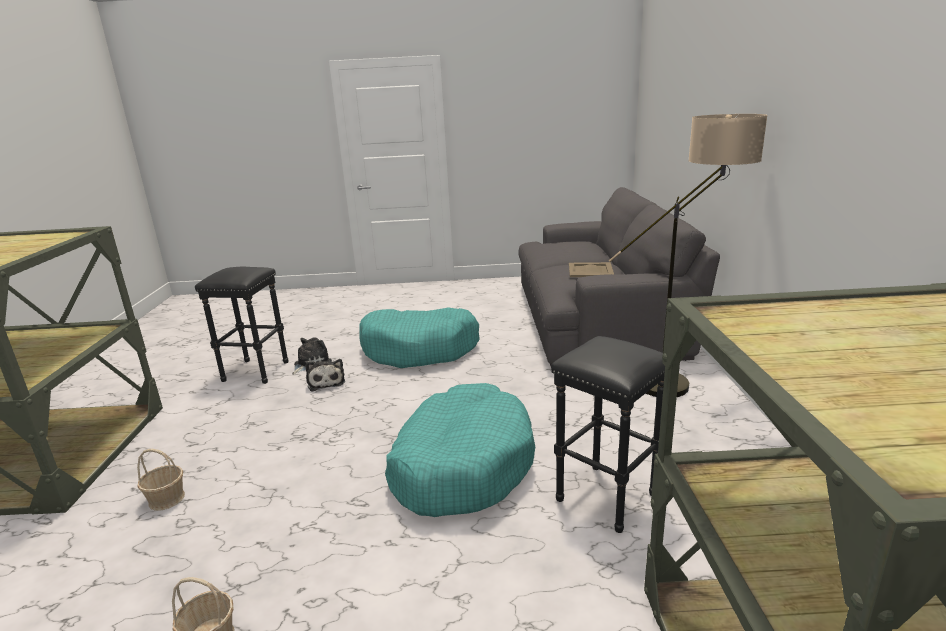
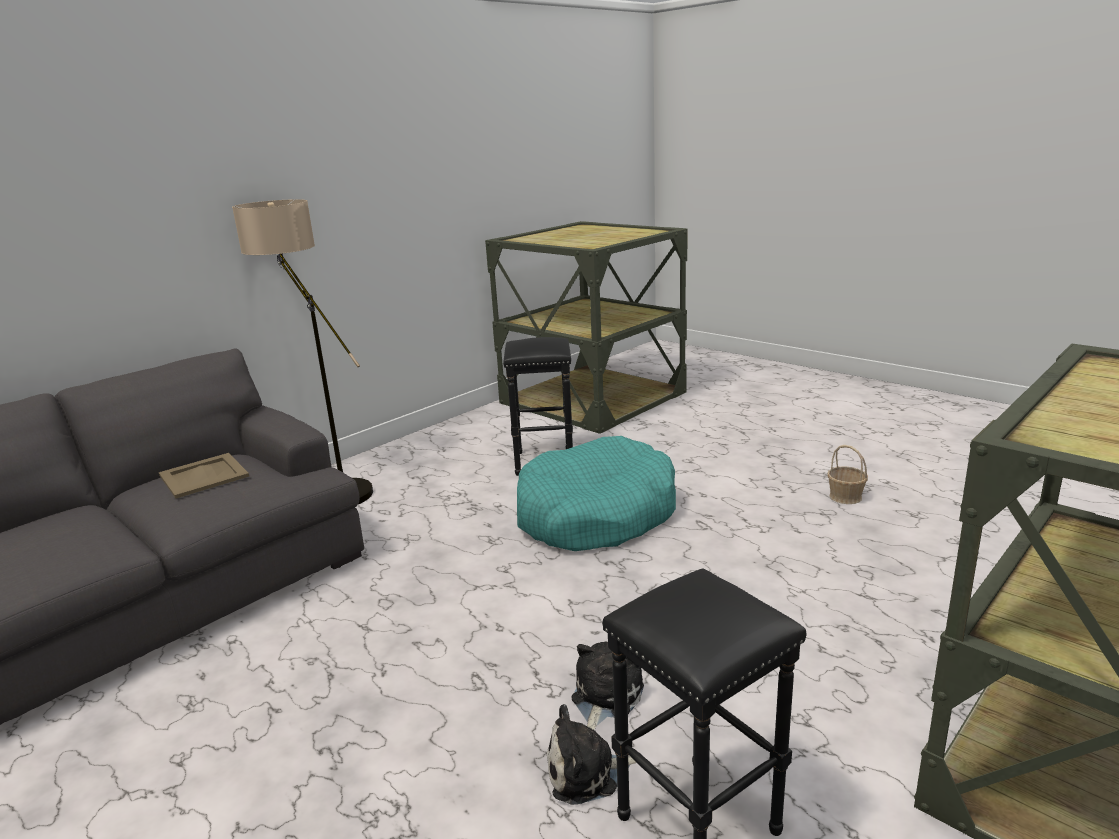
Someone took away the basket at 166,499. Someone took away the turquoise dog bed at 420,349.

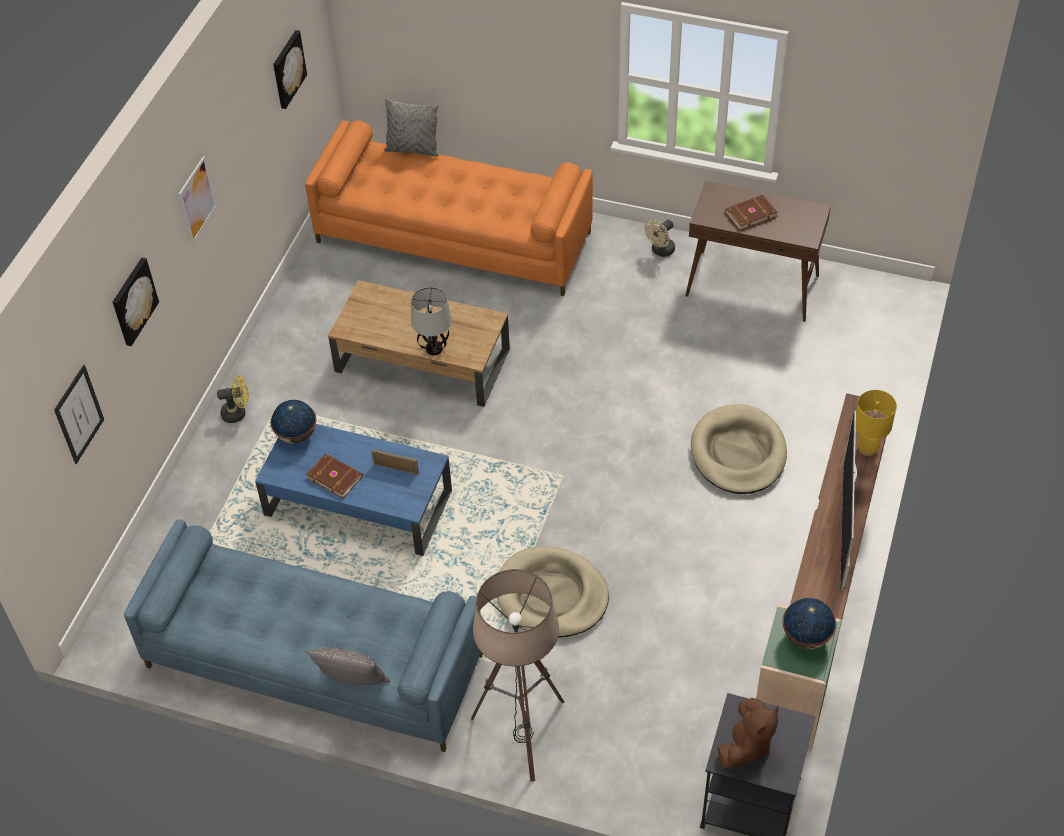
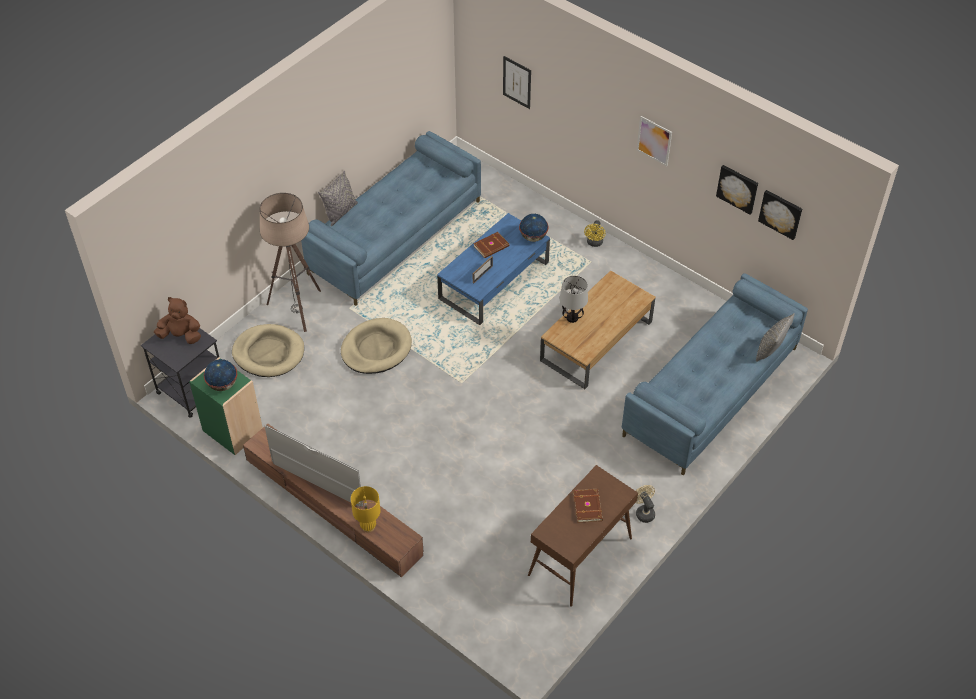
Someone carried the picture from 133,301 to 738,188. Someone repainted the orange sofa at 454,237, which became the blue sofa at 711,392. Someone carried the beige dog bed from 738,453 to 269,353. Someone rotated the brown plush toy at 746,746 by 135 degrees clockwise.

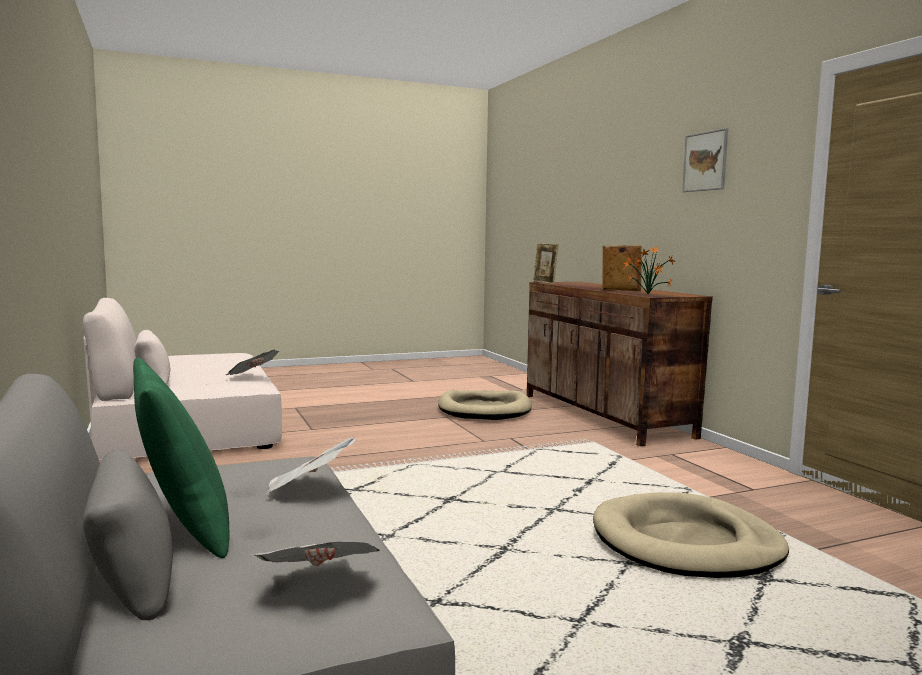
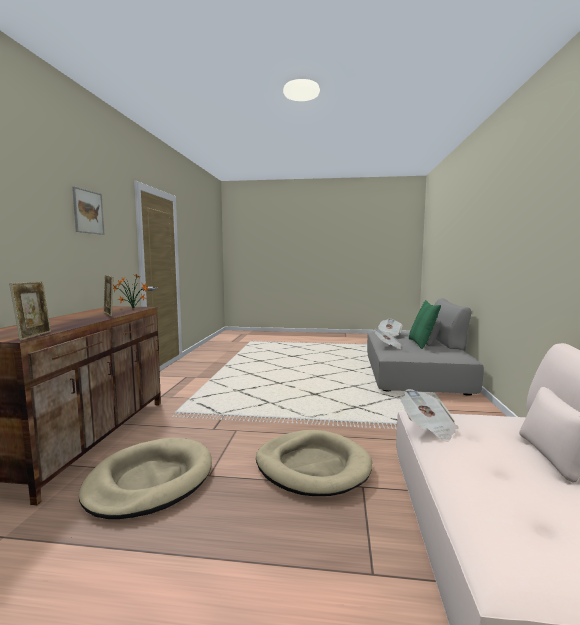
Someone carried the beige dog bed from 686,543 to 312,466.

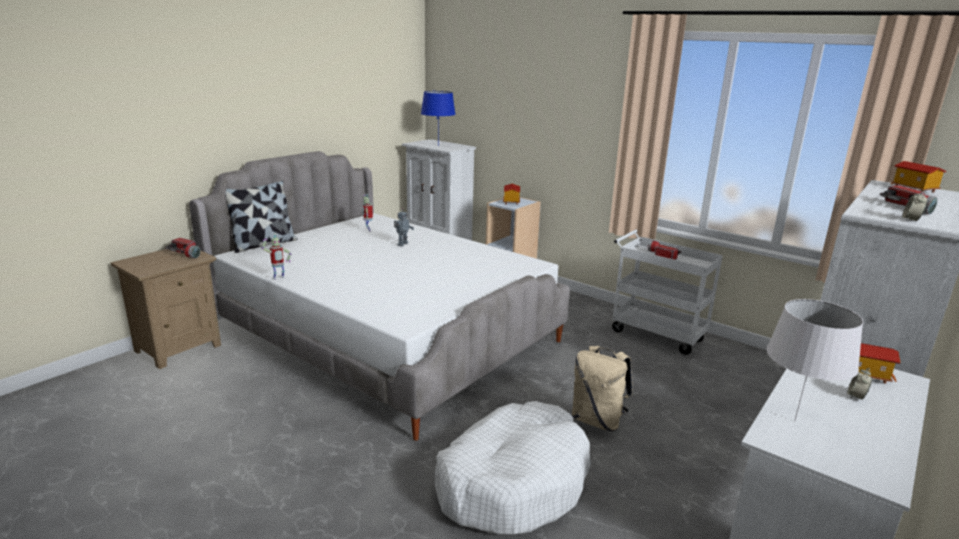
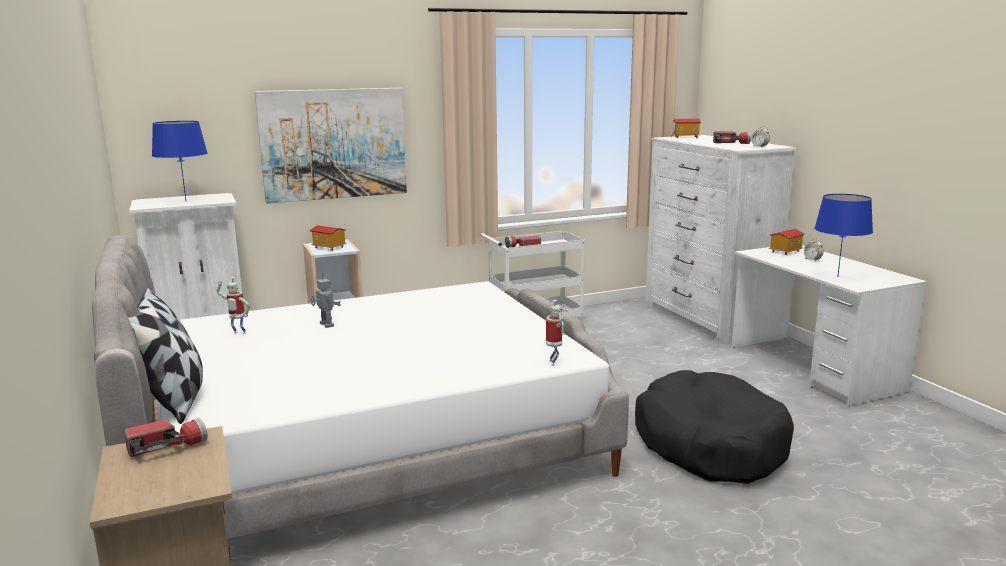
Someone carried the toy robot from 279,279 to 554,363. Someone repainted the white dog bed at 512,481, which became the black dog bed at 710,444. Someone took away the beige backpack at 597,420. Someone repainted the white table lamp at 794,421, which became the blue table lamp at 837,277. Someone put up the picture at 334,144.

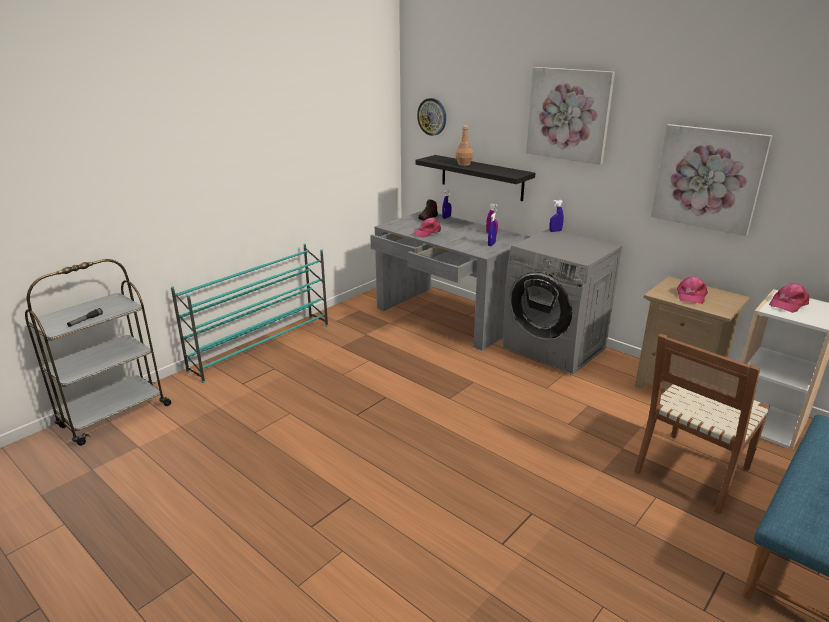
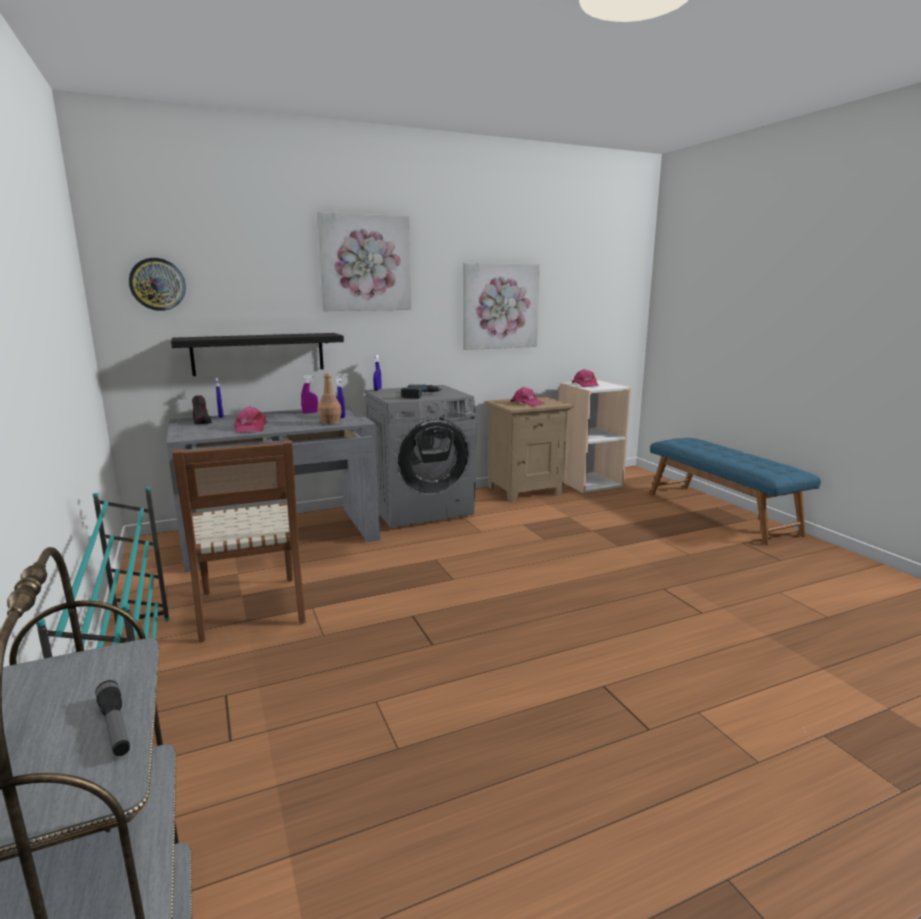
Someone carried the brown bottle from 464,164 to 330,422. Someone carried the chair from 690,474 to 251,611. Someone put down the power drill at 420,395.

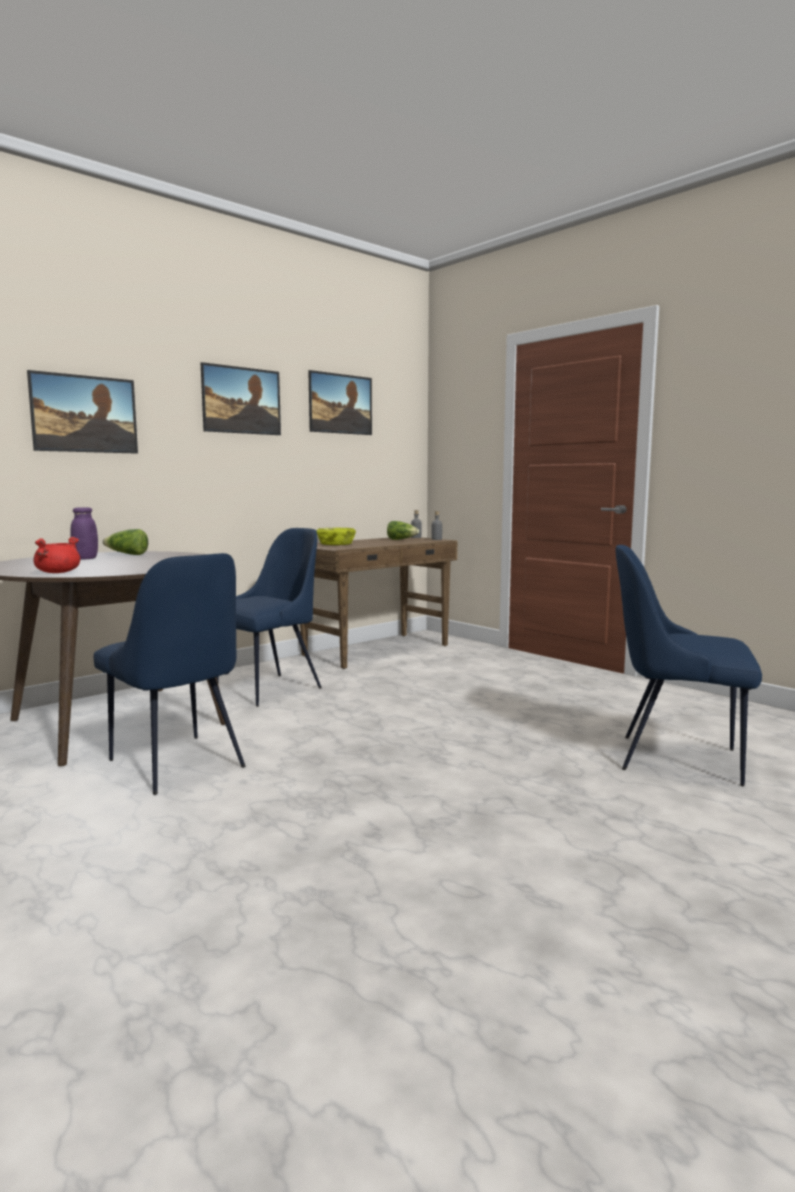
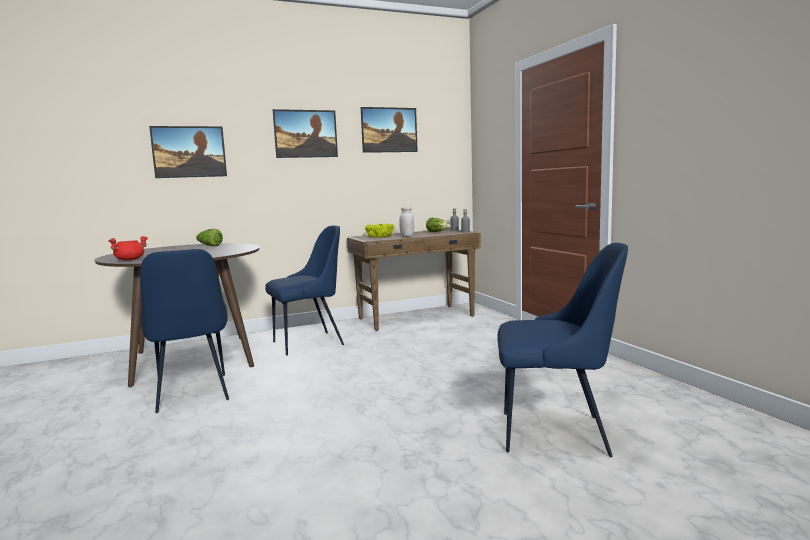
Someone took away the purple jar at 85,558. Someone rotated the blue chair at 678,759 by 150 degrees clockwise. Someone put down the white jar at 407,236.

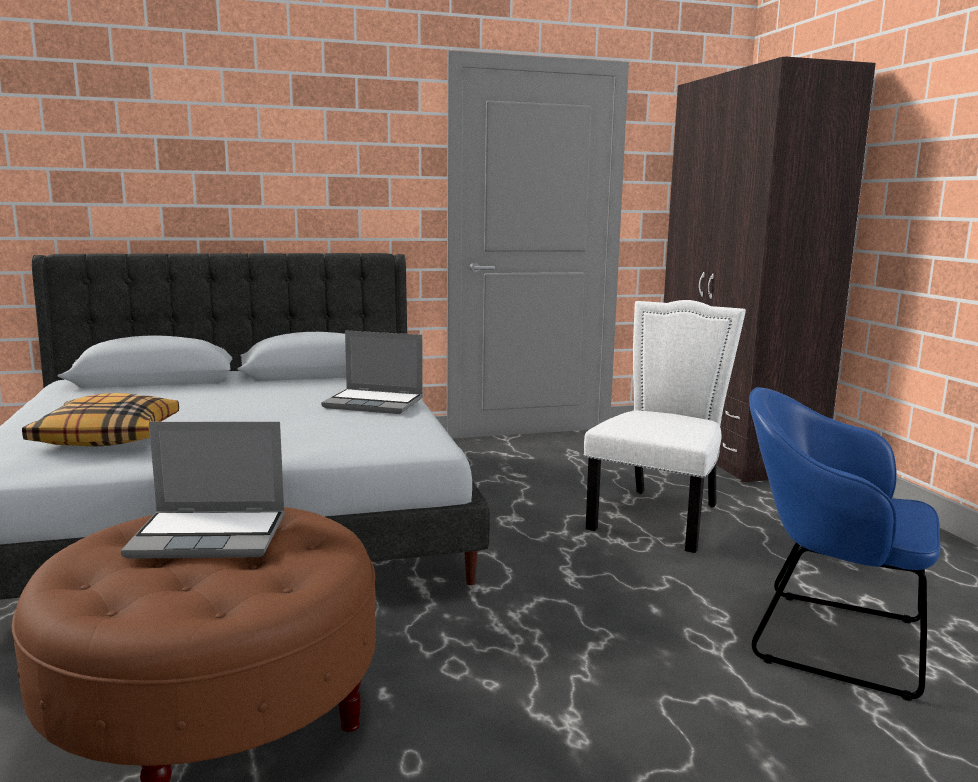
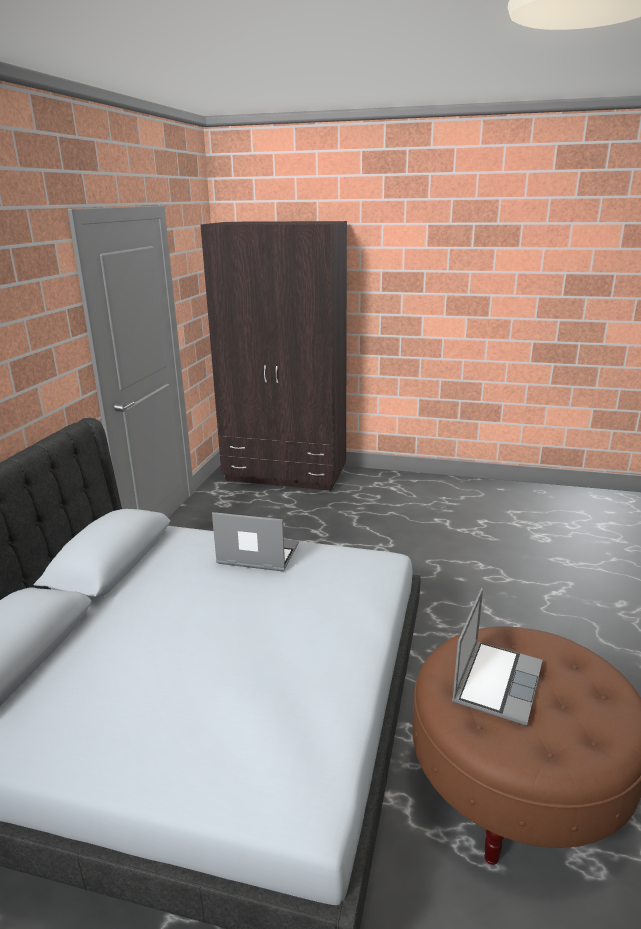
Someone took away the pillow at 108,436. Someone rotated the laptop at 375,403 by 120 degrees counterclockwise. Someone took away the white chair at 657,519. Someone took away the blue armchair at 827,637.

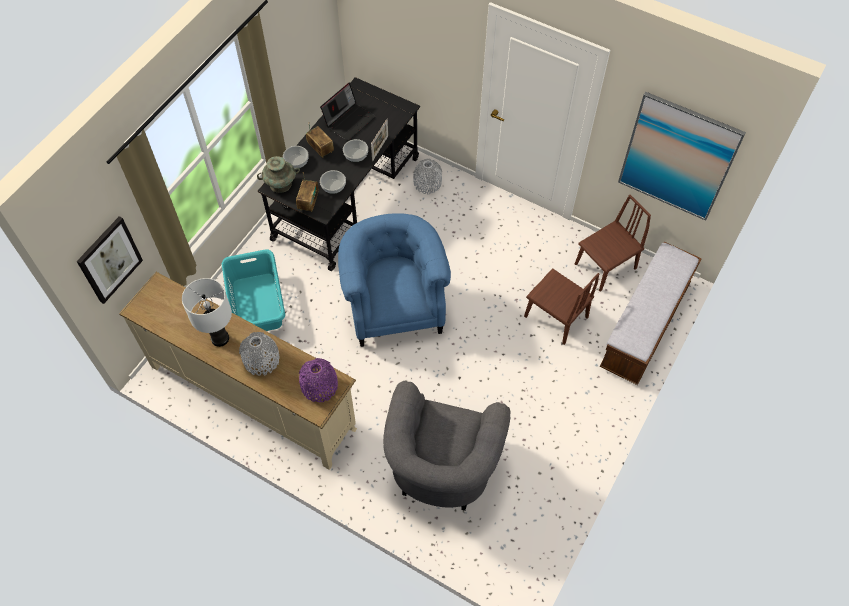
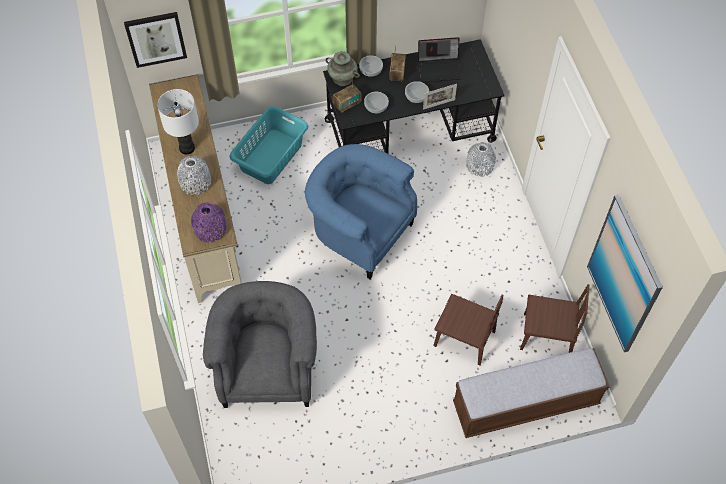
Someone rotated the blue armchair at 394,304 by 90 degrees counterclockwise. Someone rotated the grey armchair at 442,467 by 120 degrees clockwise. Someone rotated the brown chair at 556,317 by 60 degrees counterclockwise.

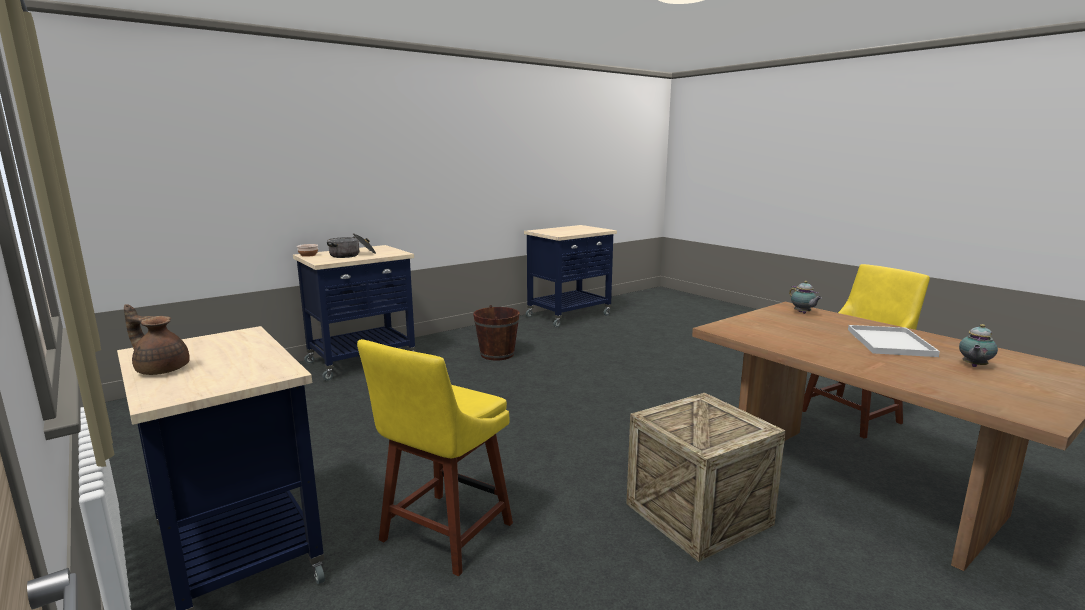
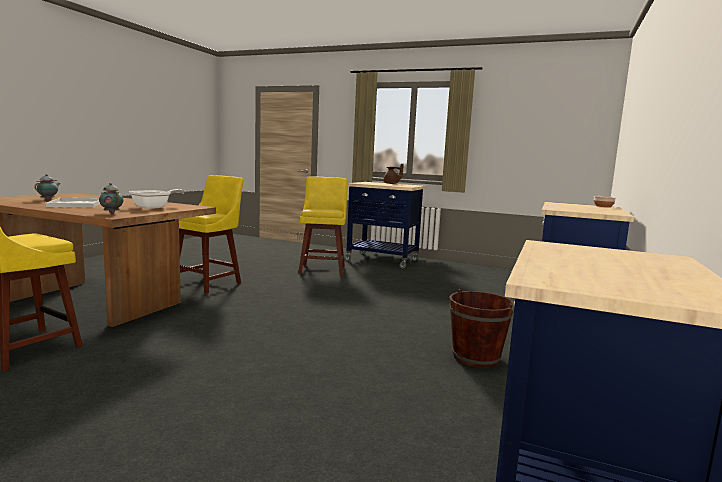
Someone took away the cooking pot at 352,255. Someone swapped the crate at 698,514 for the yellow chair at 209,283. Someone put down the frying pan at 154,207.

